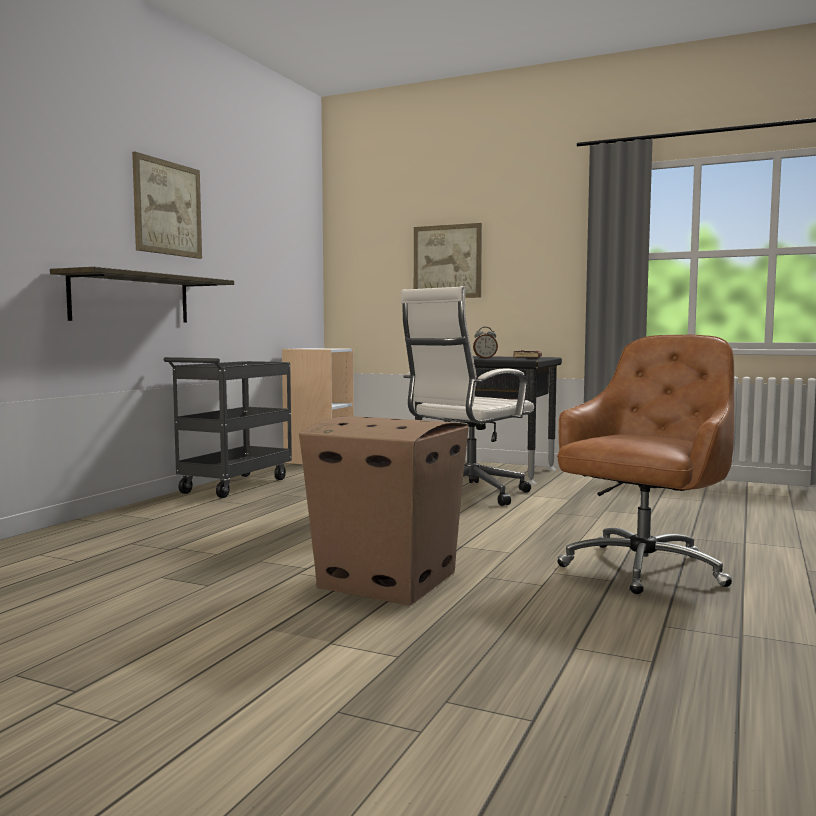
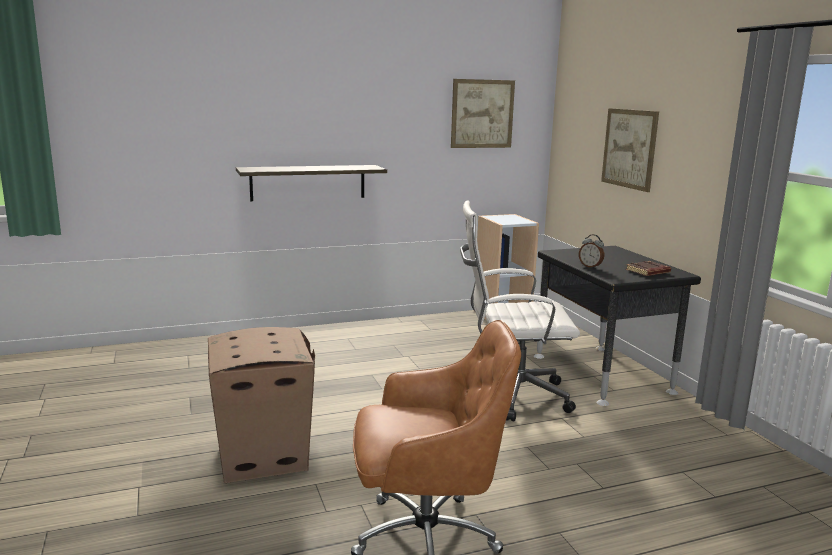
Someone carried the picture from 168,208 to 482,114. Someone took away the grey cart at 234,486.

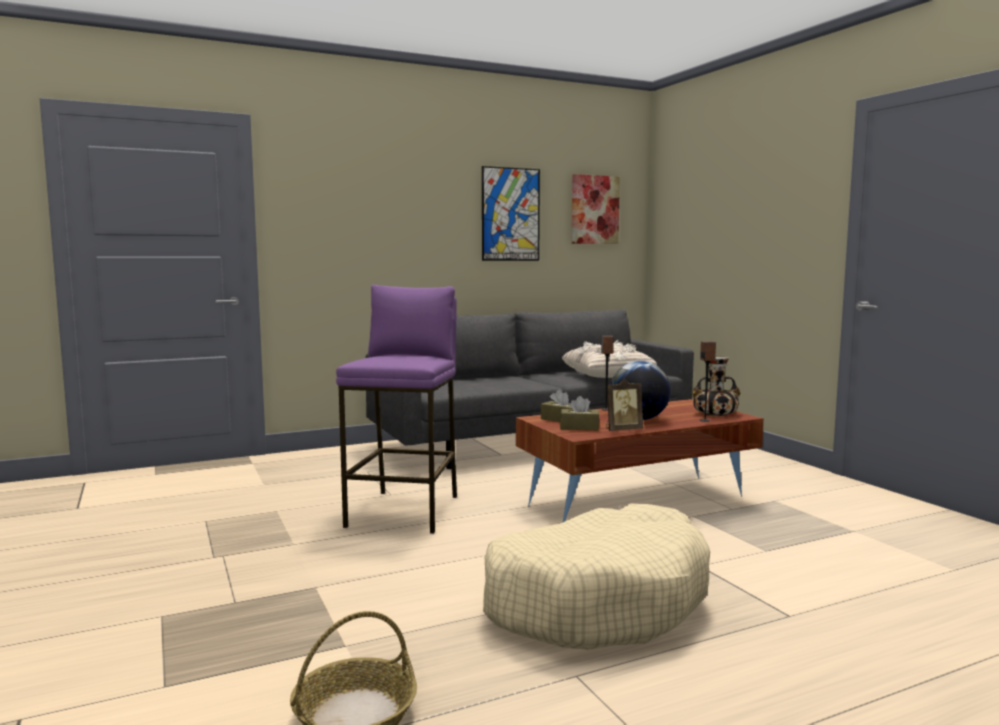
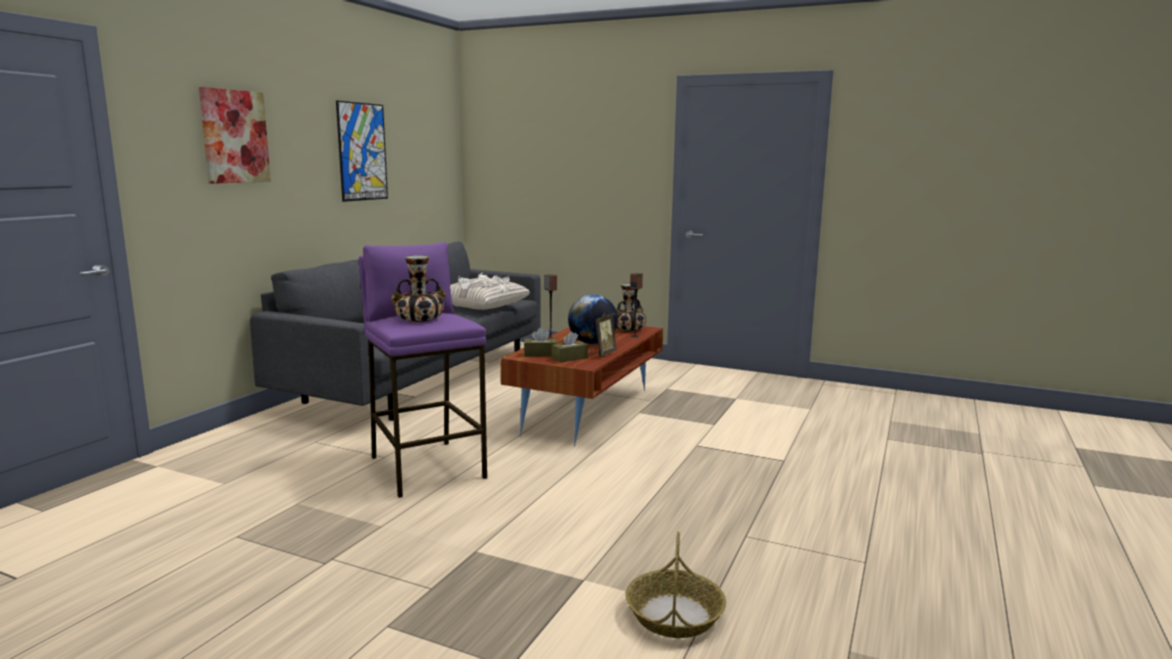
Someone took away the beige dog bed at 596,601. Someone carried the picture from 594,210 to 234,136. Someone put down the vase at 420,319.

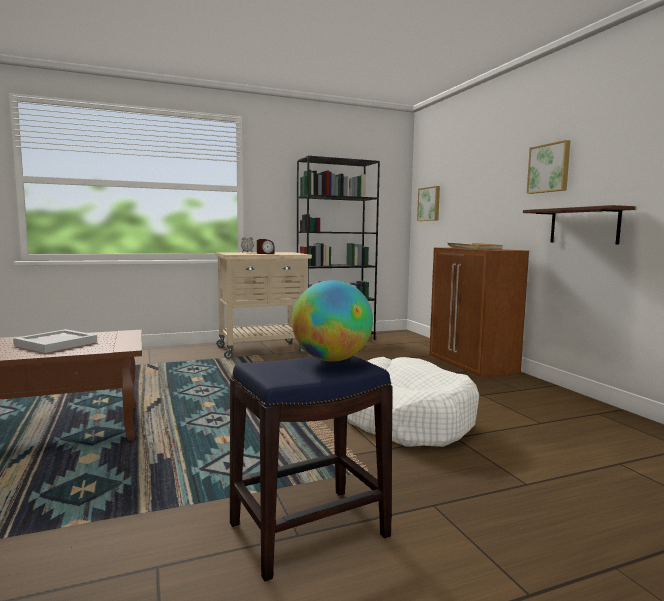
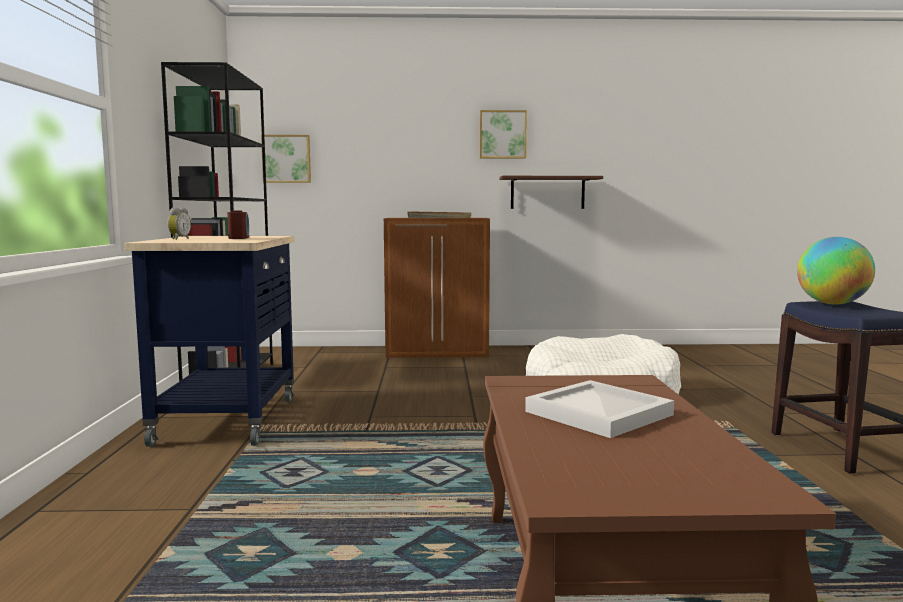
Someone repainted the beige cart at 262,349, which became the blue cart at 226,420.

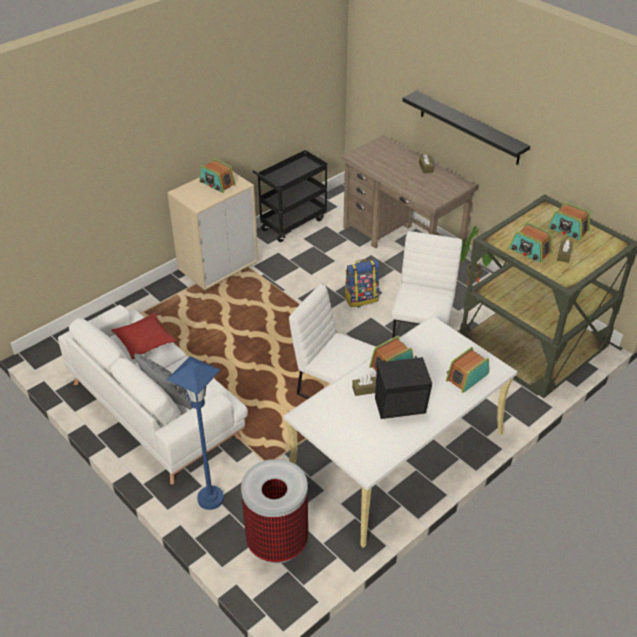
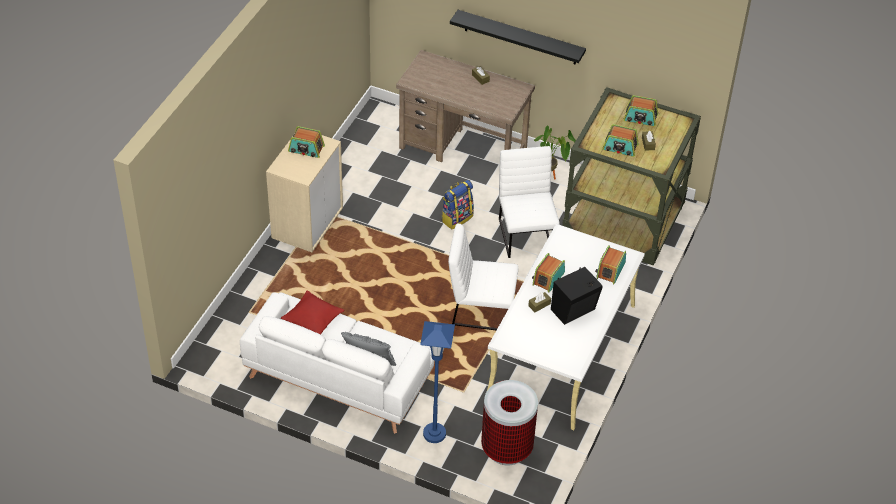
Someone took away the black cart at 292,226.

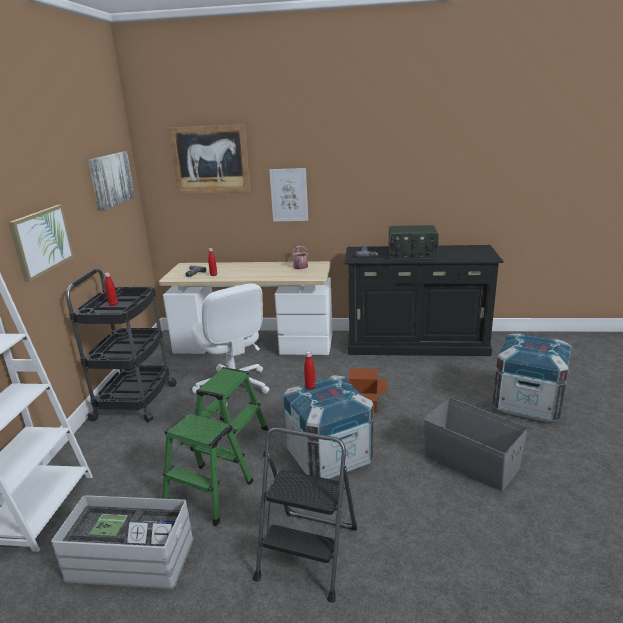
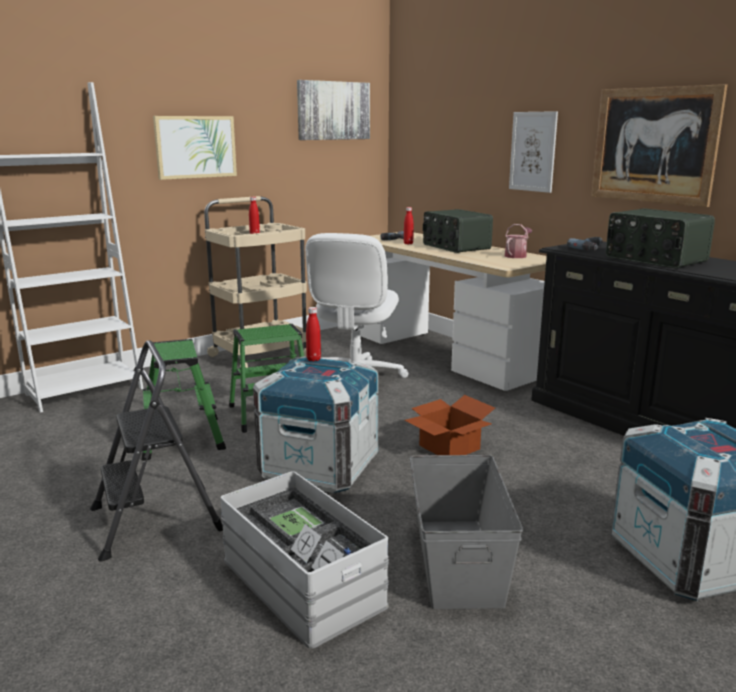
Someone carried the grey storage box from 131,557 to 304,581. Someone repainted the black cart at 136,401, which became the beige cart at 261,356. Someone carried the picture from 210,160 to 654,145. Someone put down the radio at 455,247.

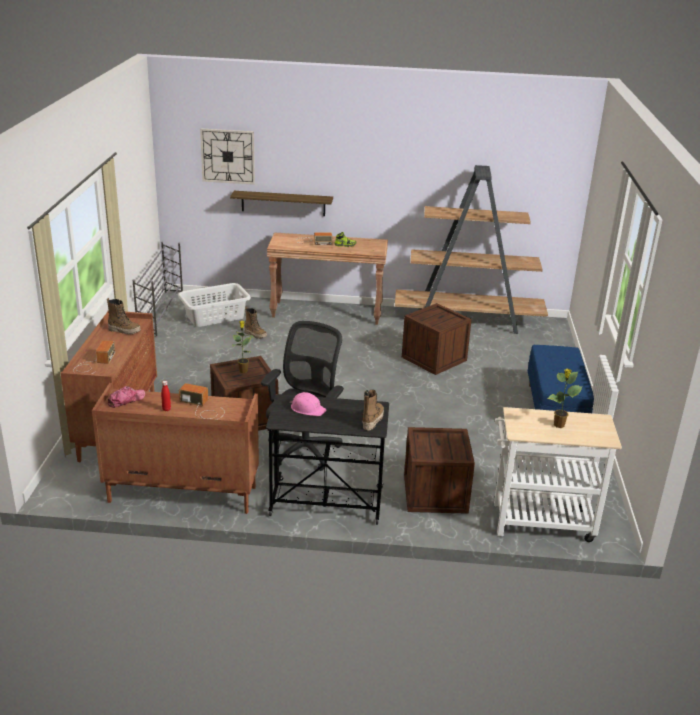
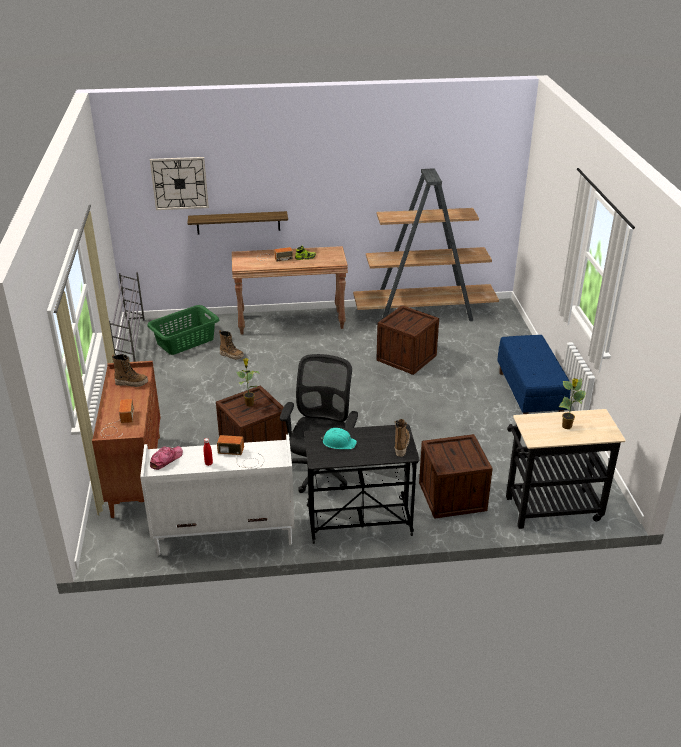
Someone repainted the brown cabinet at 181,494, which became the white cabinet at 224,535. Someone repainted the grey laundry basket at 214,316, which became the green laundry basket at 185,341. Someone repainted the pink hard hat at 307,409, which became the turquoise hard hat at 338,442. Someone repainted the white cart at 541,522, which became the black cart at 551,509.

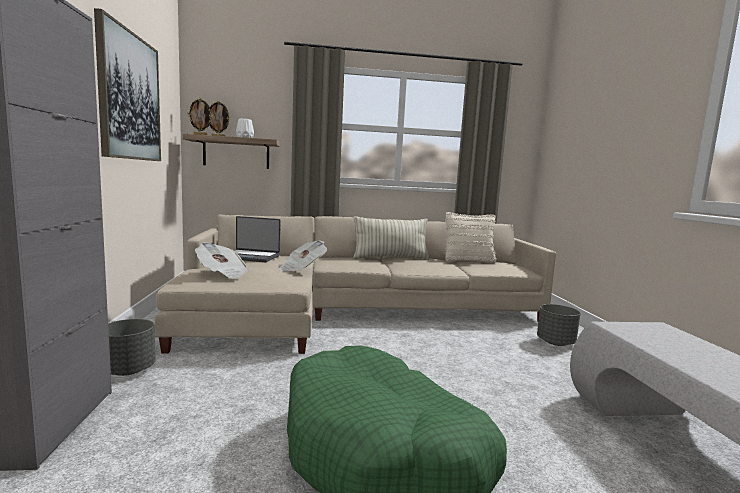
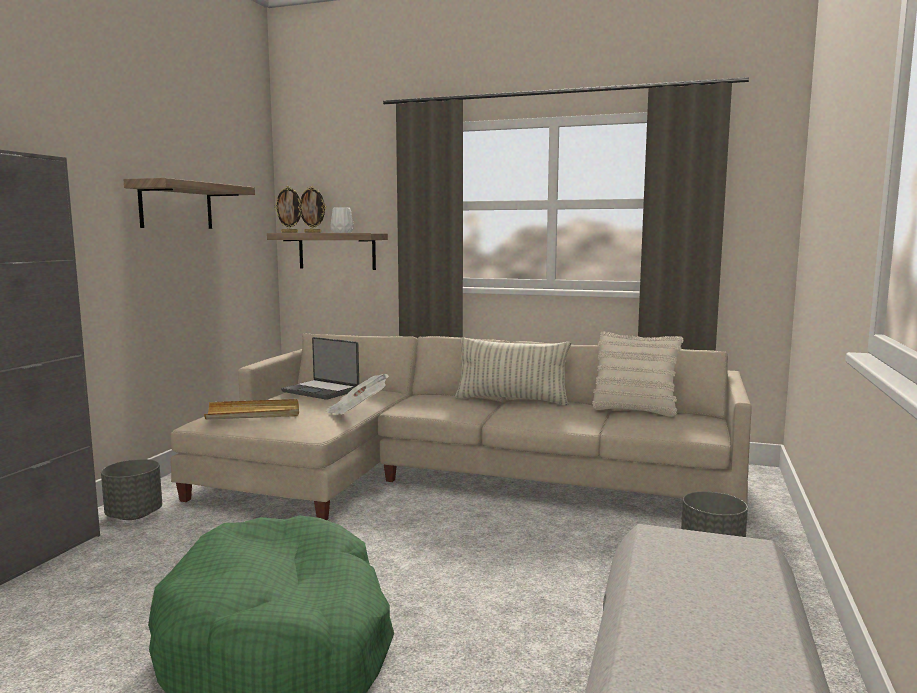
Someone swapped the picture at 129,97 for the shelf at 176,206. Someone swapped the newspaper at 222,274 for the beige tray at 253,413.

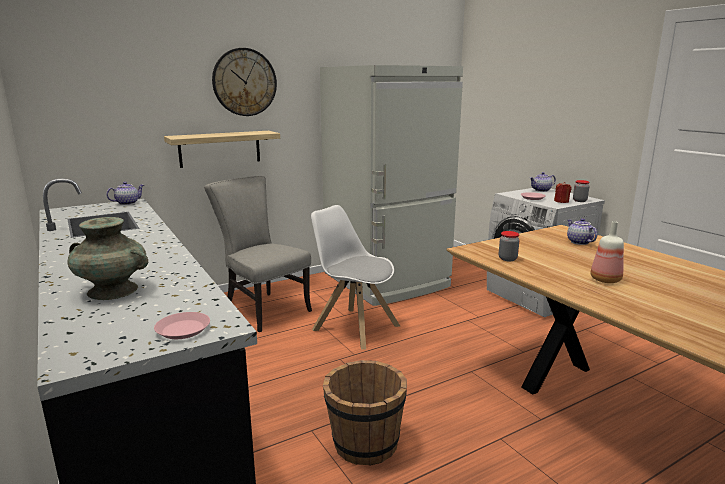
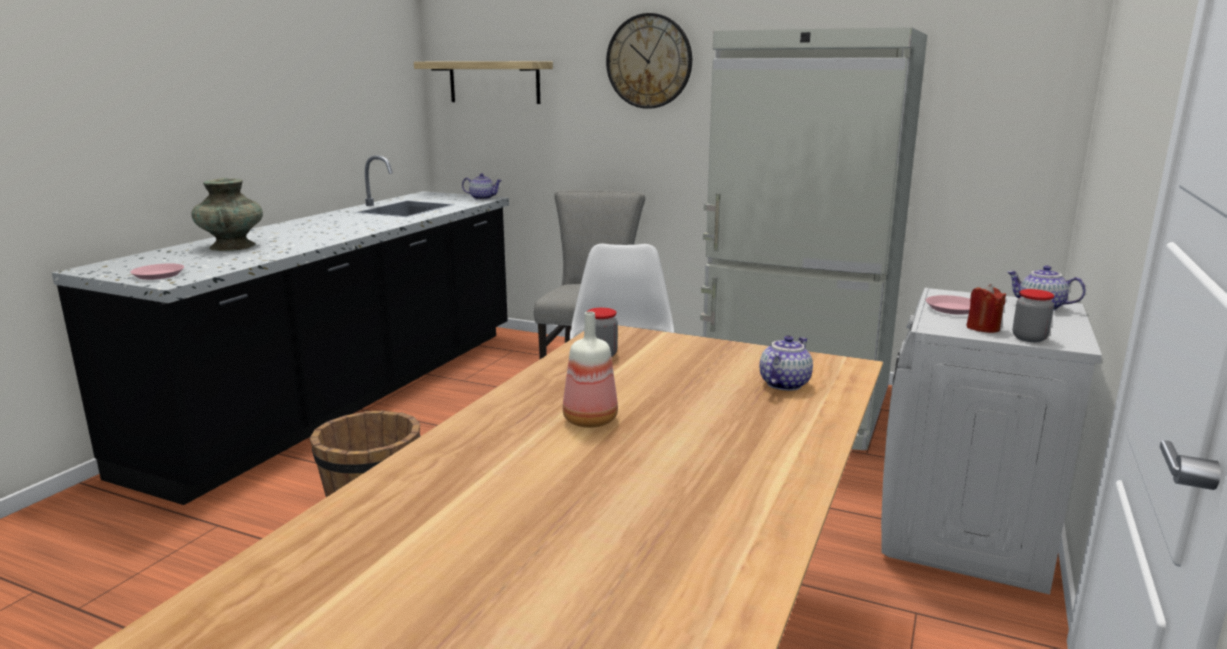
Someone carried the shelf from 220,148 to 494,82.

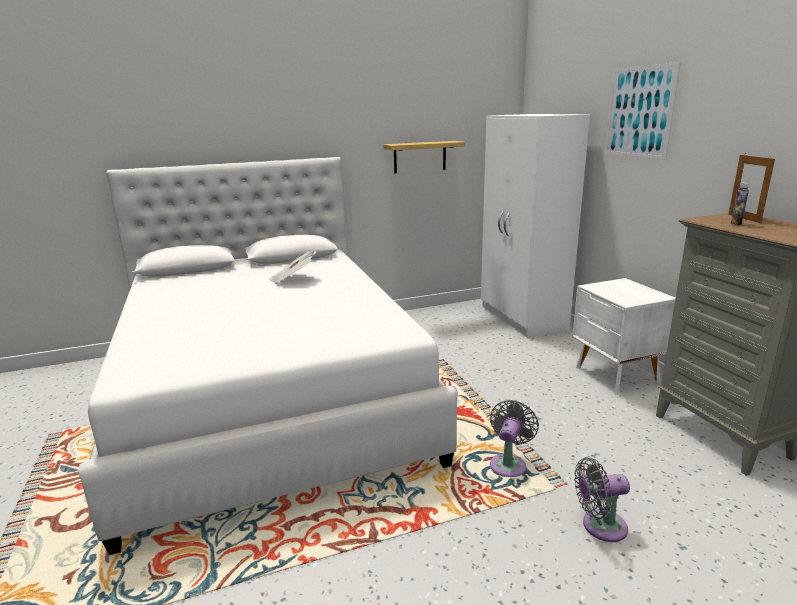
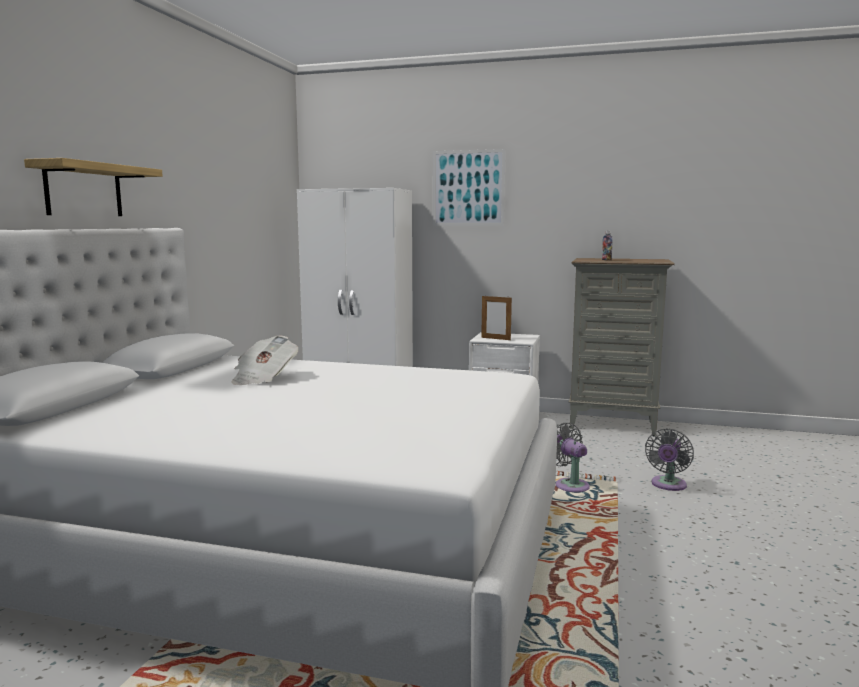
Someone carried the shelf from 420,157 to 84,190. Someone carried the picture frame from 744,218 to 495,338.

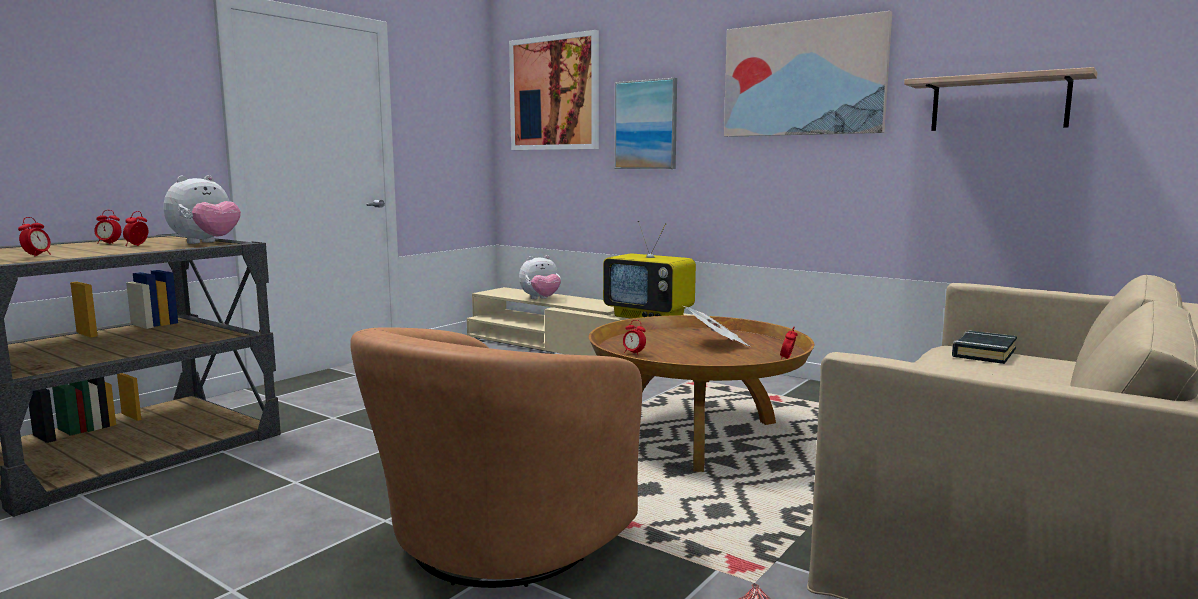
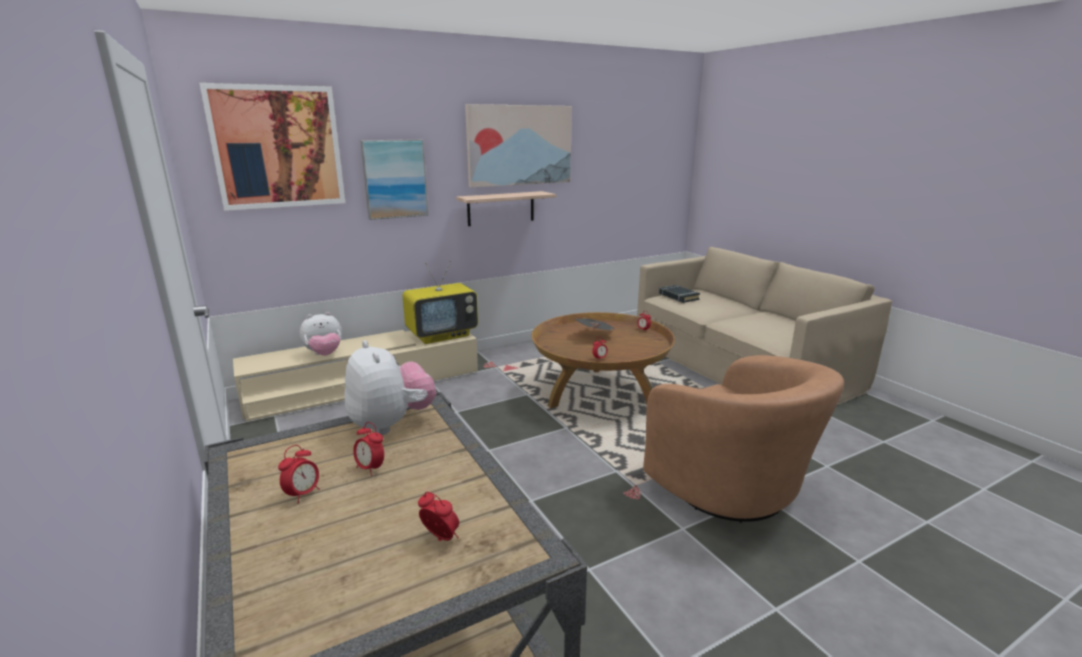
Someone rotated the plush toy at 541,299 by 60 degrees clockwise. Someone carried the shelf from 999,103 to 501,208.

